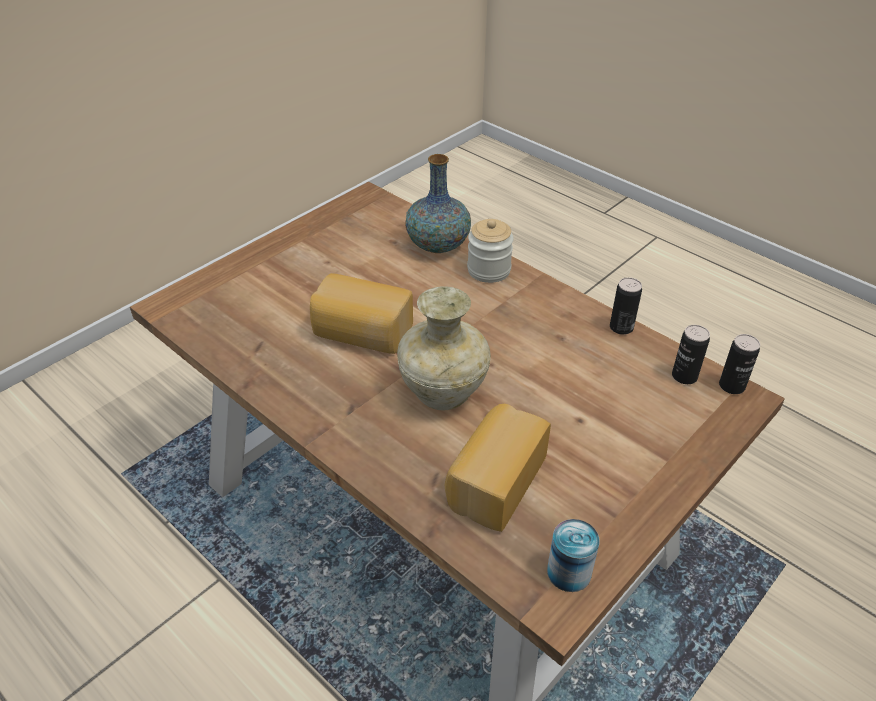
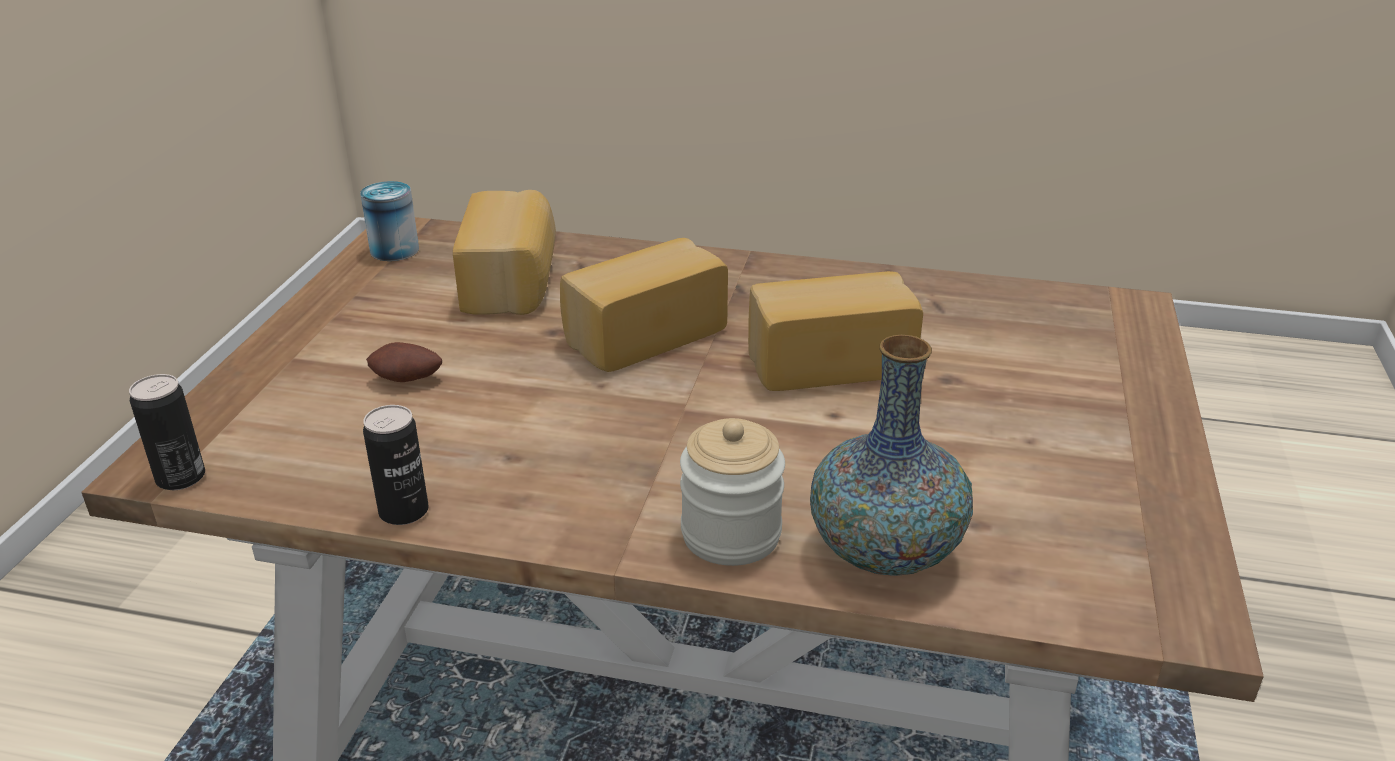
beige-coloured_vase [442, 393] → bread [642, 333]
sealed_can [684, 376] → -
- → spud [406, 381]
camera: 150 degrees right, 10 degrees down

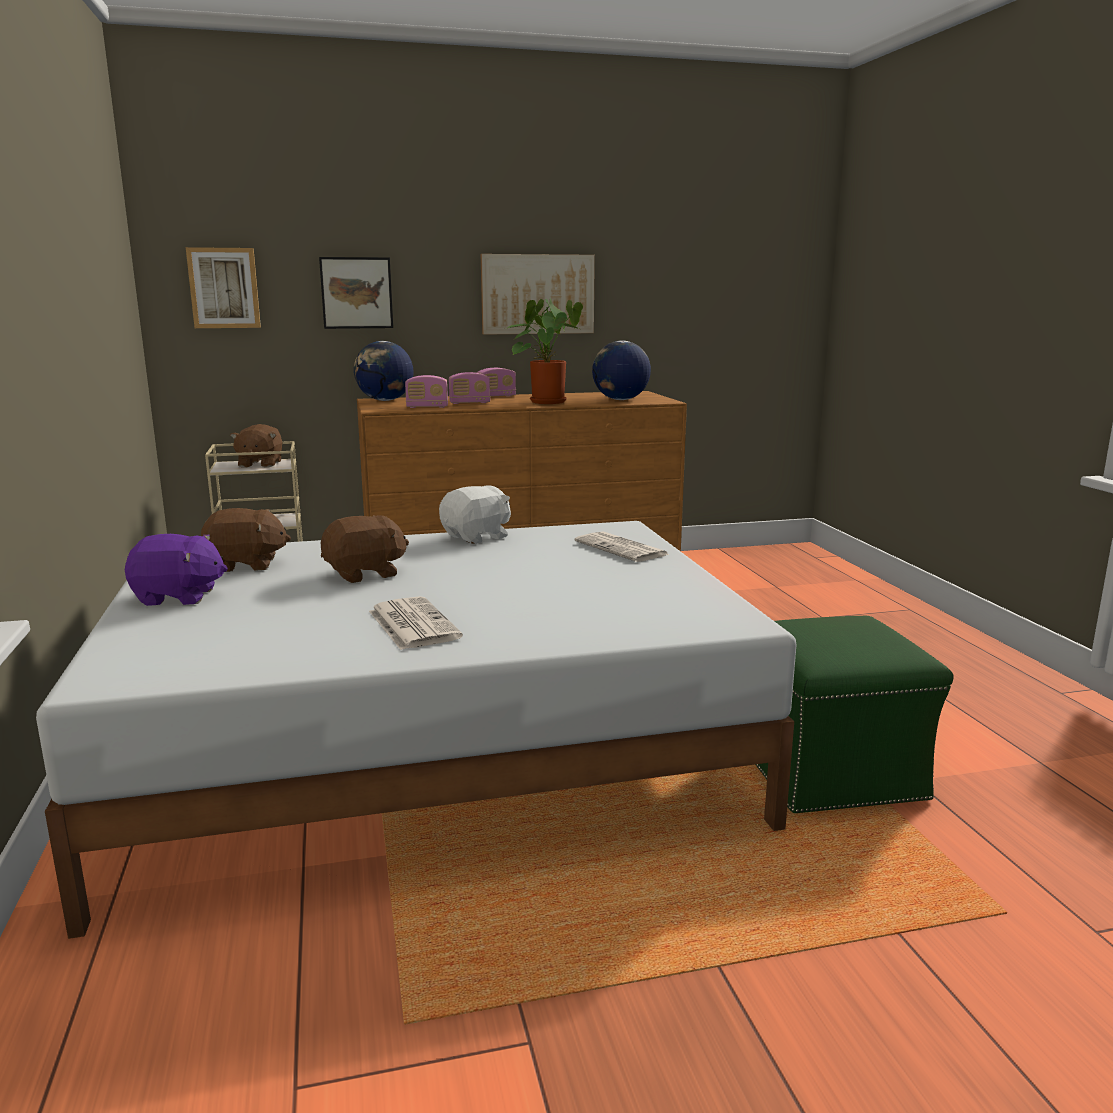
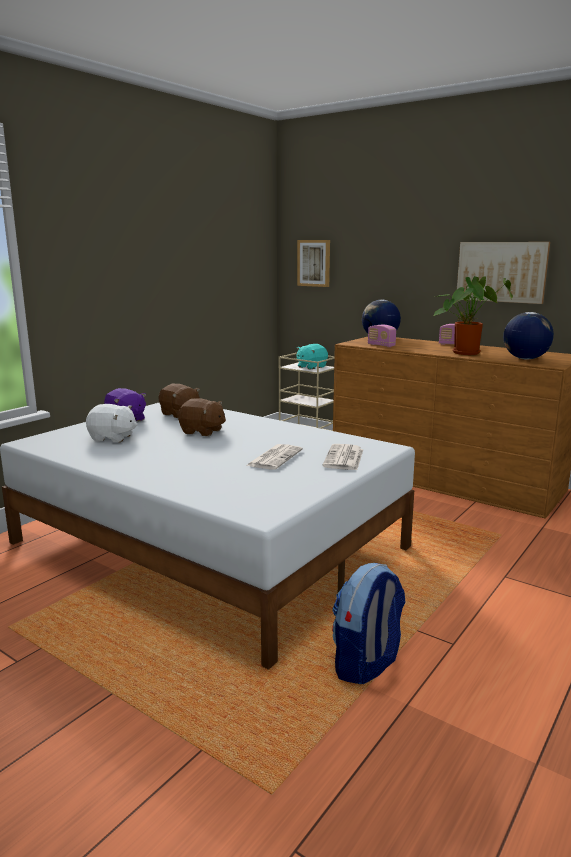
brownish_soft_toy [259, 464] → blue-green_soft_toy [311, 367]
picture [356, 293] → -
newspaper [412, 624] → newspaper [275, 457], moved
white_soft_toy [477, 537] → white_soft_toy [112, 438], moved
radio_receiver [469, 403] → -
greenish_footrest [830, 771] → backpack [366, 664]
camera: 50 degrees right, 0 degrees up

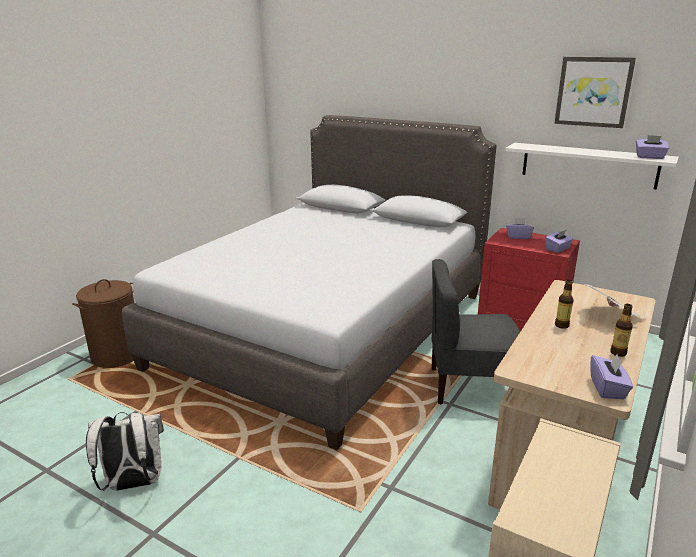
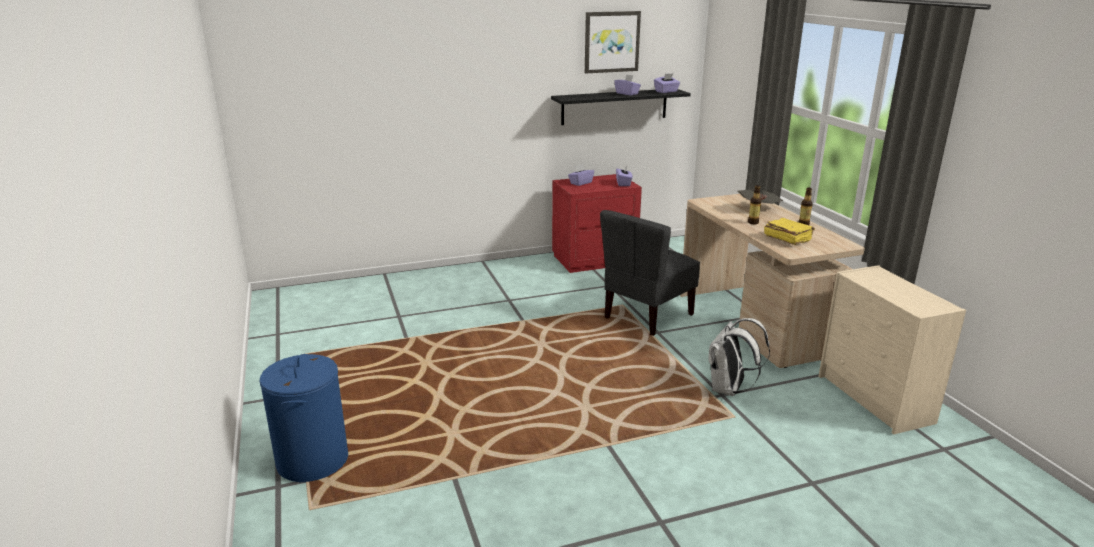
brownish_washing_basket [117, 355] → bluish_washing_basket [312, 460]
white_backpack [133, 484] → white_backpack [729, 389], moved
greyish_bed [326, 328] → -
white_shelf [588, 165] → blackish_shelf [614, 106]
purple-coloured_tissue_holder [607, 388] → purple-coloured_tissue_holder [627, 93], moved
- → yellow_book [787, 238]
camera: 50 degrees left, 0 degrees up

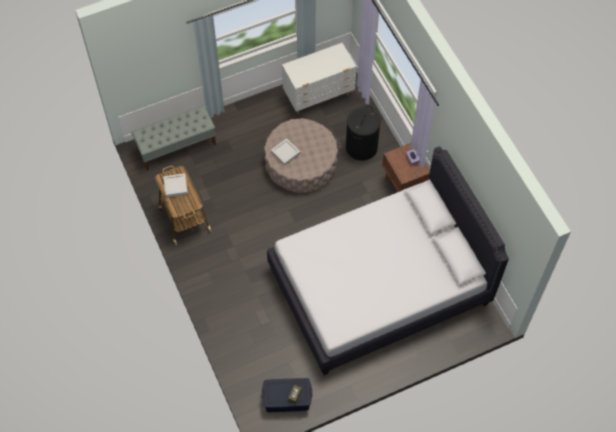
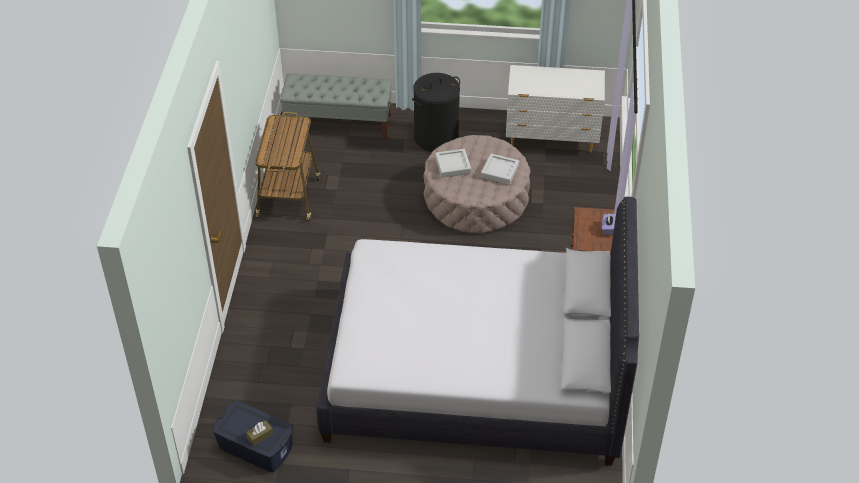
greyish_tray [175, 186] → greyish_tray [499, 171], moved
blackish_washing_basket [361, 147] → blackish_washing_basket [436, 137], moved
camera: 30 degrees right, 15 degrees down

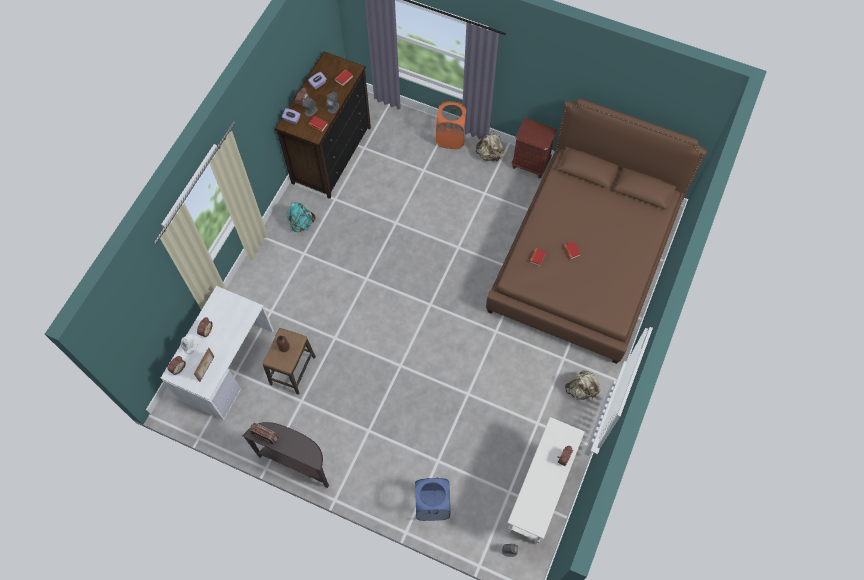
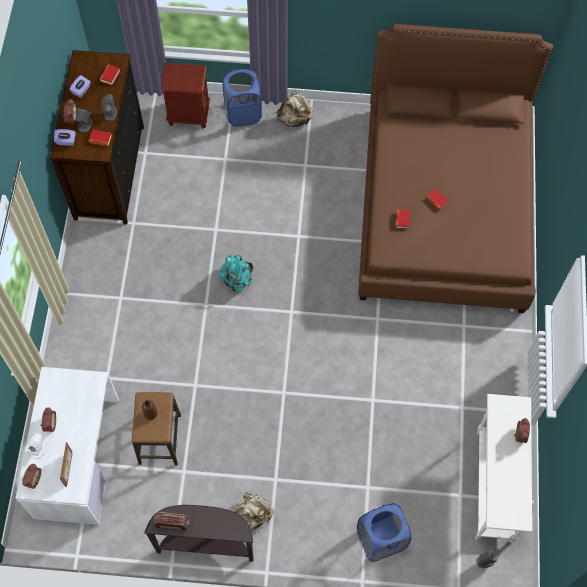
blue-green_backpack [301, 224] → blue-green_backpack [236, 280], moved
orange_washing_basket [451, 138] → bluish_washing_basket [243, 113]
brownish_night_table [530, 164] → brownish_night_table [188, 115], moved
beige-coloured_backpack [581, 390] → beige-coloured_backpack [252, 515], moved
camera: 20 degrees left, 0 degrees up

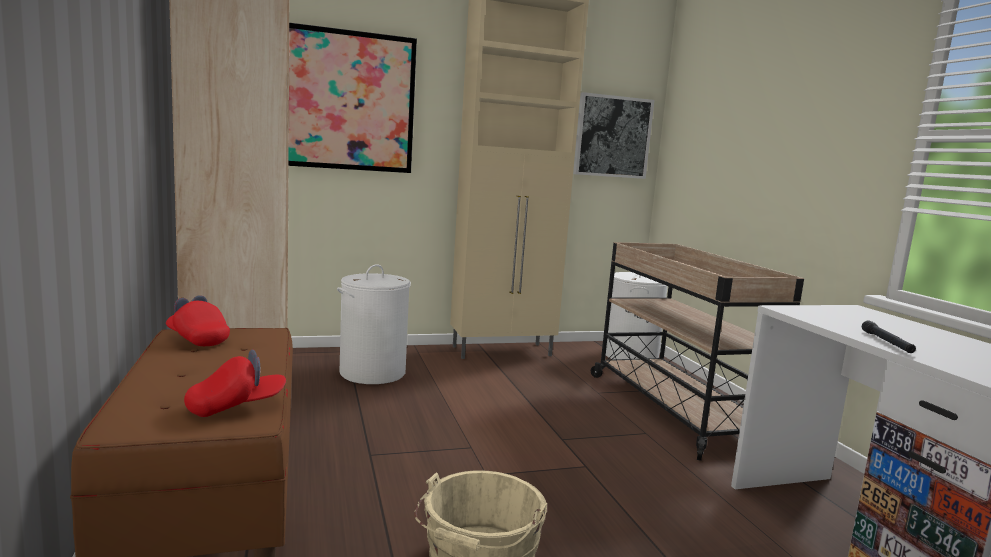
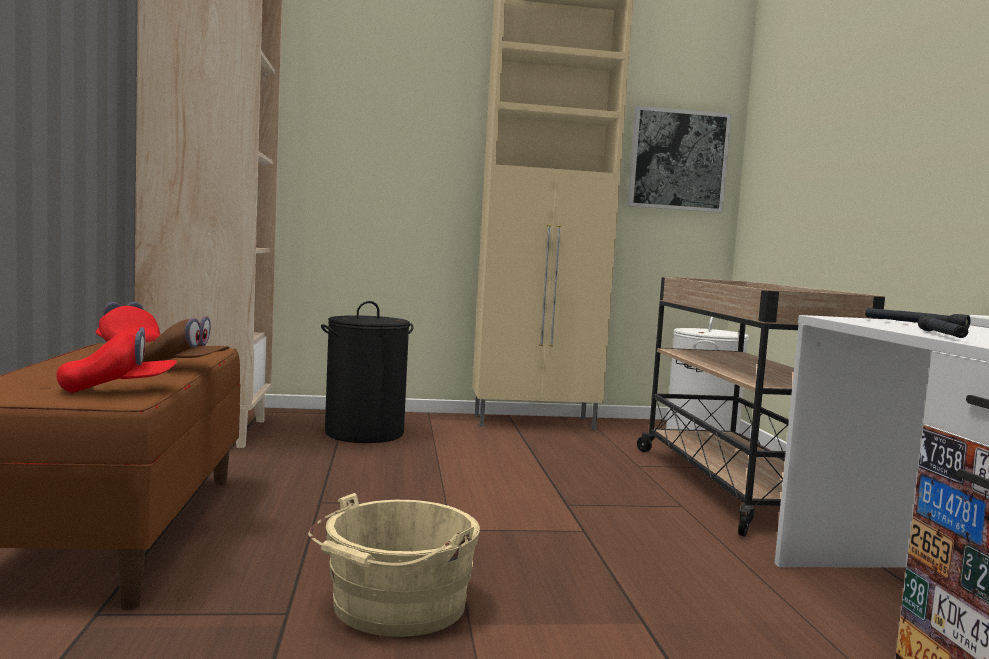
picture [346, 101] → -
white_washing_basket [373, 372] → blackish_washing_basket [365, 433]
- → brownish_cap [183, 367]
- → blackish_torch [913, 324]
camera: 10 degrees right, 5 degrees down

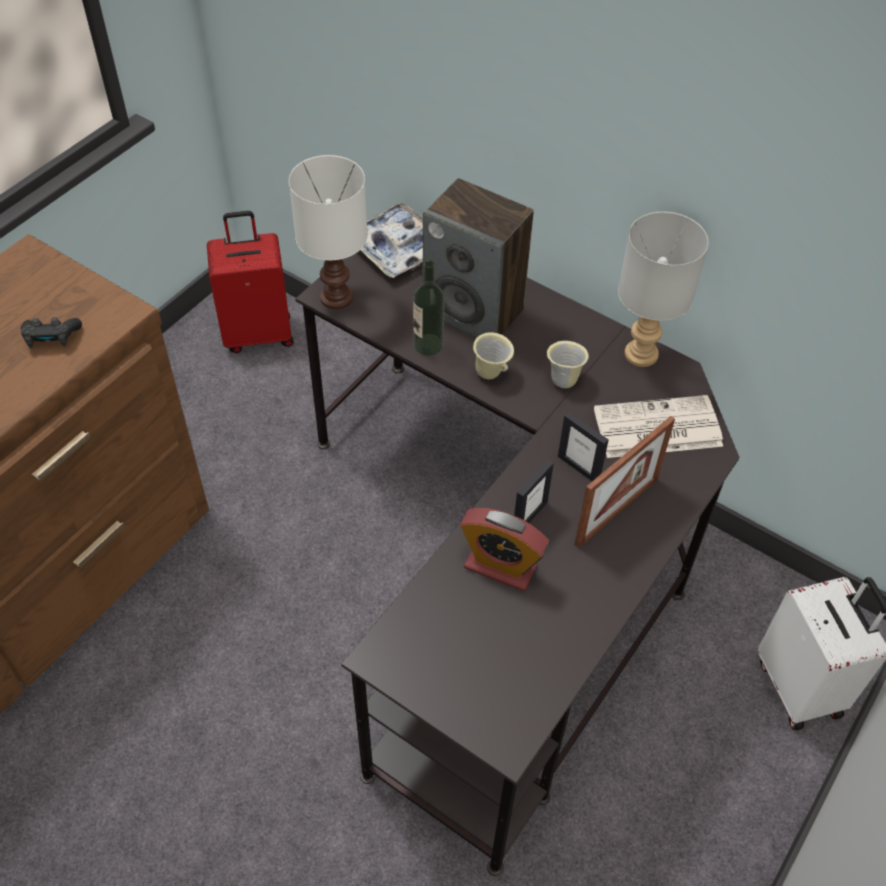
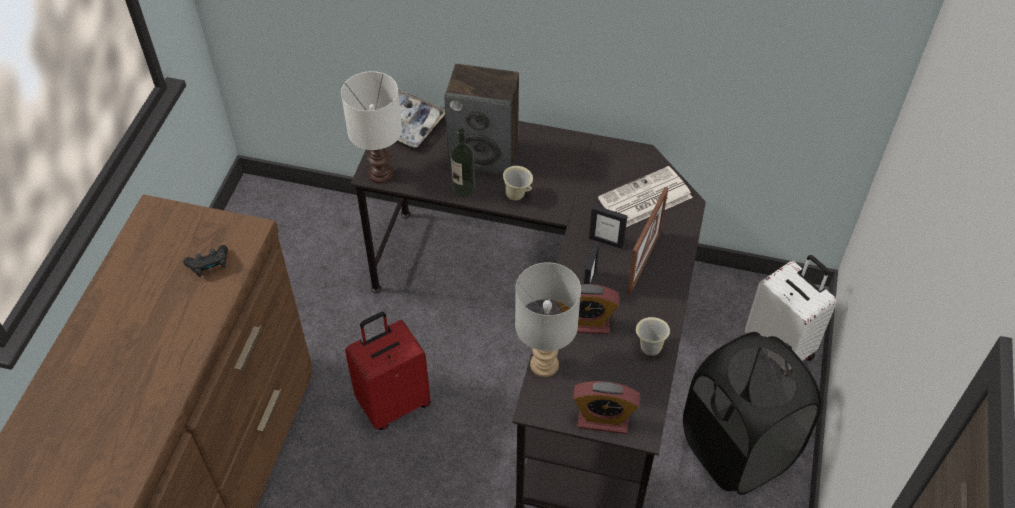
red-coloured_suitcase [258, 333] → red-coloured_suitcase [393, 403], moved
beige-coloured_coffee_mug [563, 379] → beige-coloured_coffee_mug [649, 347], moved
greyish_tabletop_lamp [642, 354] → greyish_tabletop_lamp [545, 364], moved
- → table_clock [603, 419]
- → blackish_washing_basket [737, 449]
camera: 20 degrees left, 0 degrees up

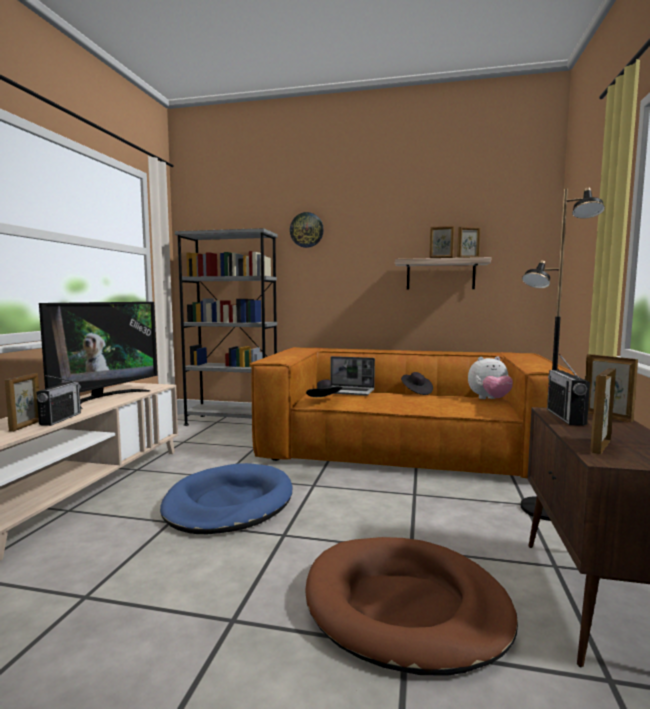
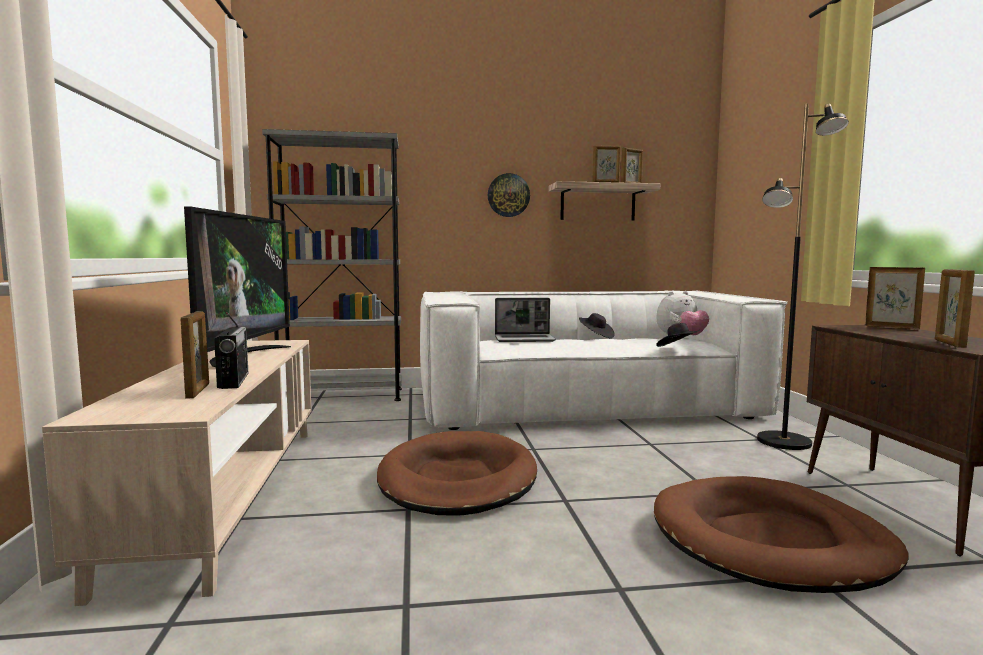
bluish_dog_bed [229, 503] → brownish_dog_bed [457, 480]
brownish_couch [403, 448] → white_couch [584, 404]
wall_clock [306, 230] → wall_clock [508, 195], moved
blackish_wearable_hat [324, 400] → blackish_wearable_hat [677, 348], moved
radio_receiver [565, 417] → -
camera: 20 degrees left, 0 degrees up

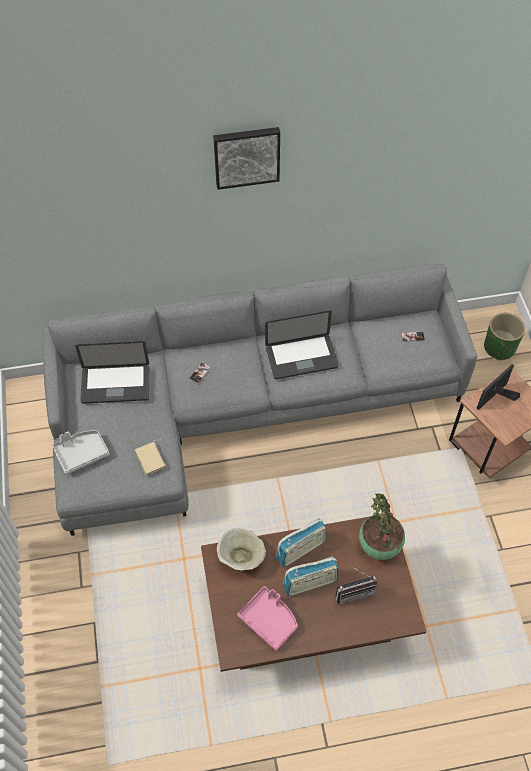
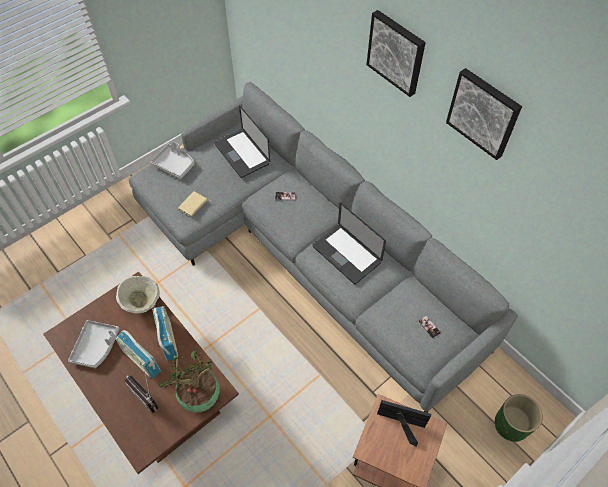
pinkish_tray [269, 620] → greyish_tray [96, 347]
radio_receiver [301, 549] → radio_receiver [168, 339], 135 degrees counterclockwise
- → picture [484, 113]
camera: 60 degrees right, 0 degrees up

